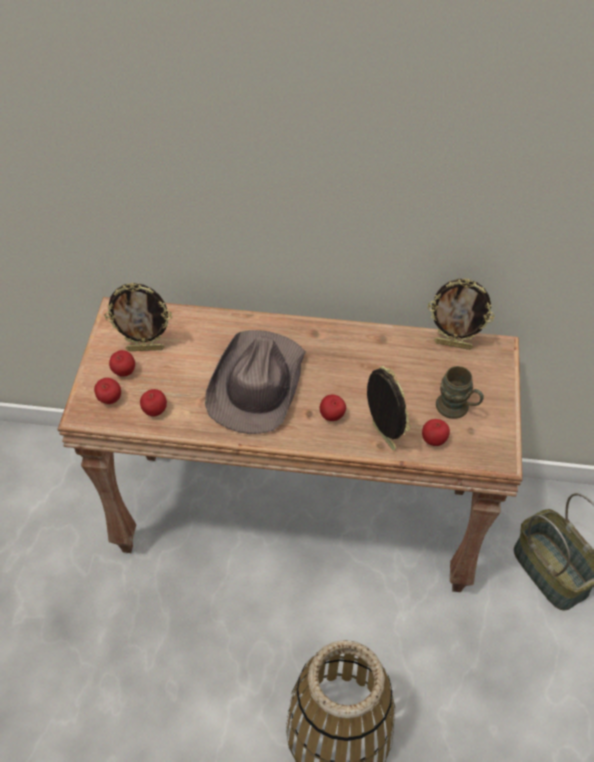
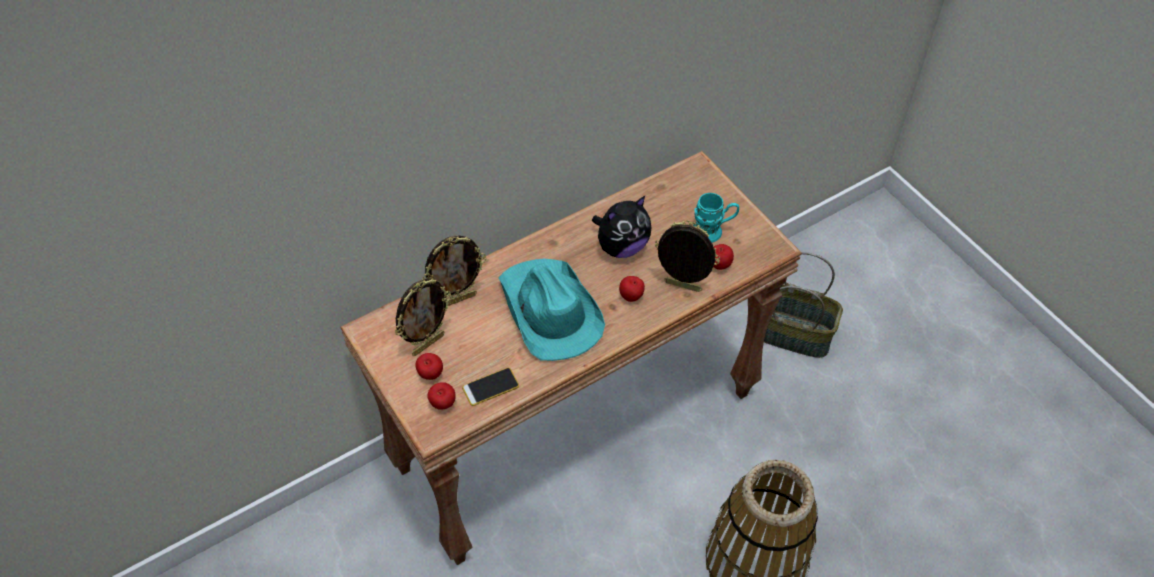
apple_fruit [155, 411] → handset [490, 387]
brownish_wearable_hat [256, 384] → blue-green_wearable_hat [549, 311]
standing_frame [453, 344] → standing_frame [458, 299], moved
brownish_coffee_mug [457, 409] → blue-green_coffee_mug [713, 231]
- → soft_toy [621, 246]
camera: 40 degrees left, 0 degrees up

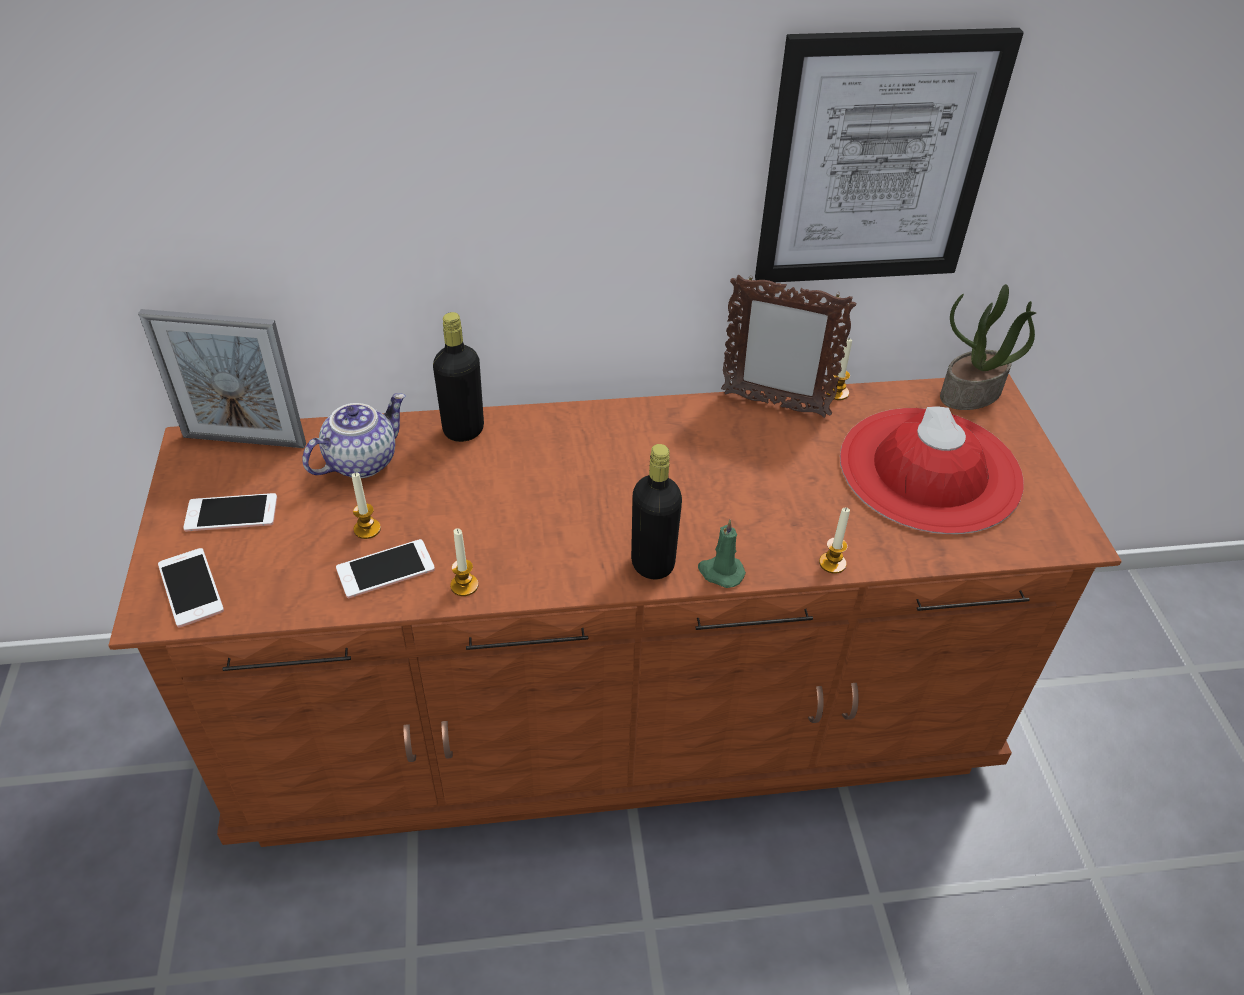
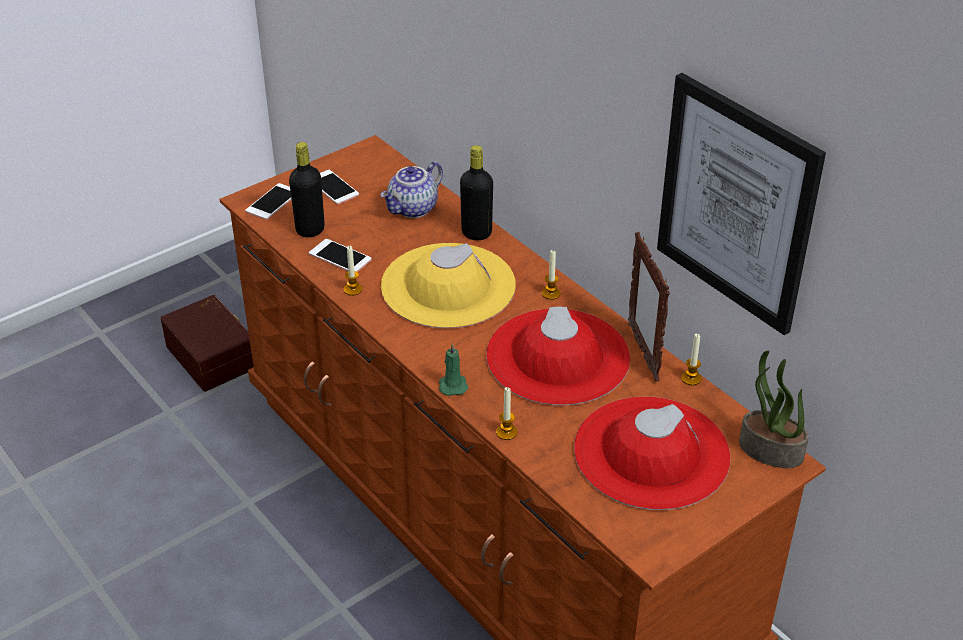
standing_frame [244, 440] → -
tea_pot [361, 460] → tea_pot [413, 209], 120 degrees clockwise
wax_candle [367, 529] → wax_candle [551, 293], moved
blackish_bottle [652, 564] → blackish_bottle [310, 230], moved
- → brownish_storage_box [214, 355]
- → yellow_wearable_hat [448, 286]
- → red-coloured_wearable_hat [557, 357]
camera: 60 degrees right, 5 degrees down

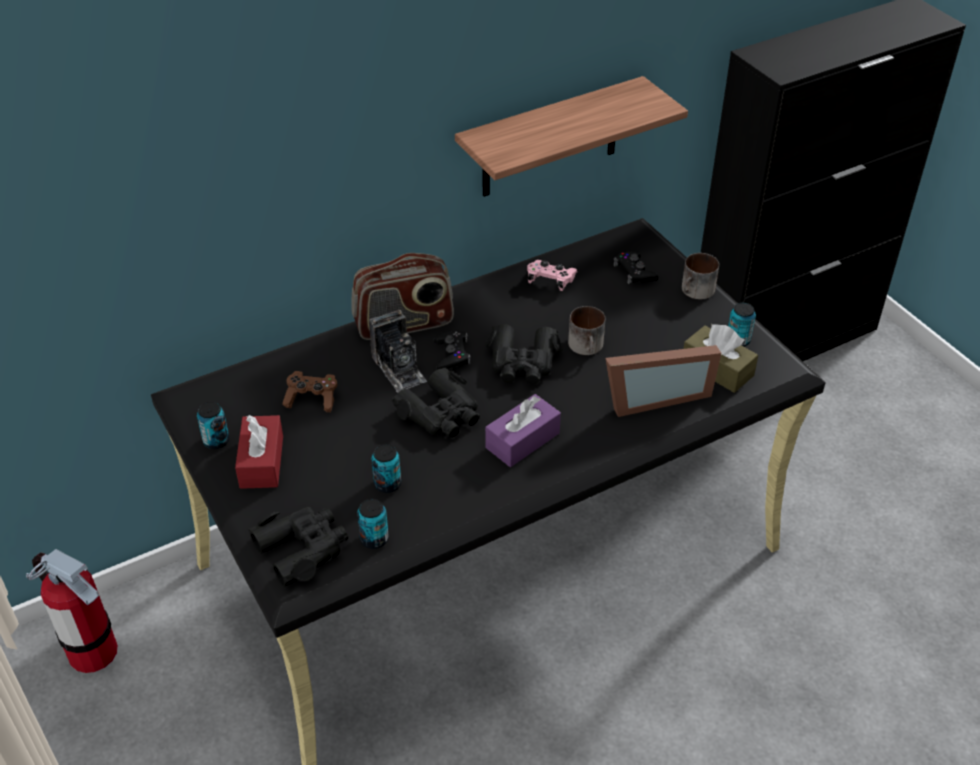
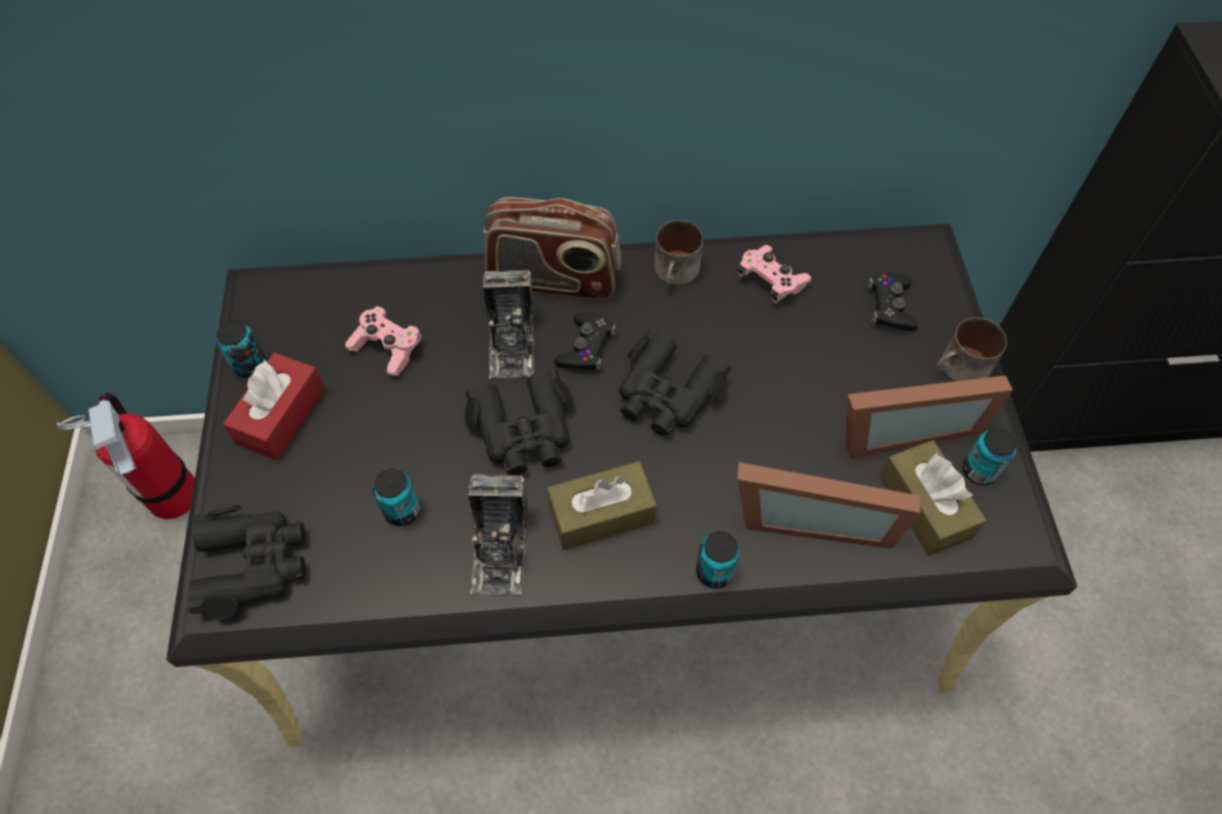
brownish_joypad [312, 399] → pinkish_joypad [387, 348]
sealed_can [374, 539] → sealed_can [714, 571], moved
shelf [550, 139] → -
purple-coloured_tissue_holder [522, 440] → brownish_tissue_holder [601, 514]
coffee_mug [588, 347] → coffee_mug [677, 273], moved
- → photo_camera [500, 549]
- → standing_frame [900, 427]
camera: 25 degrees right, 15 degrees up

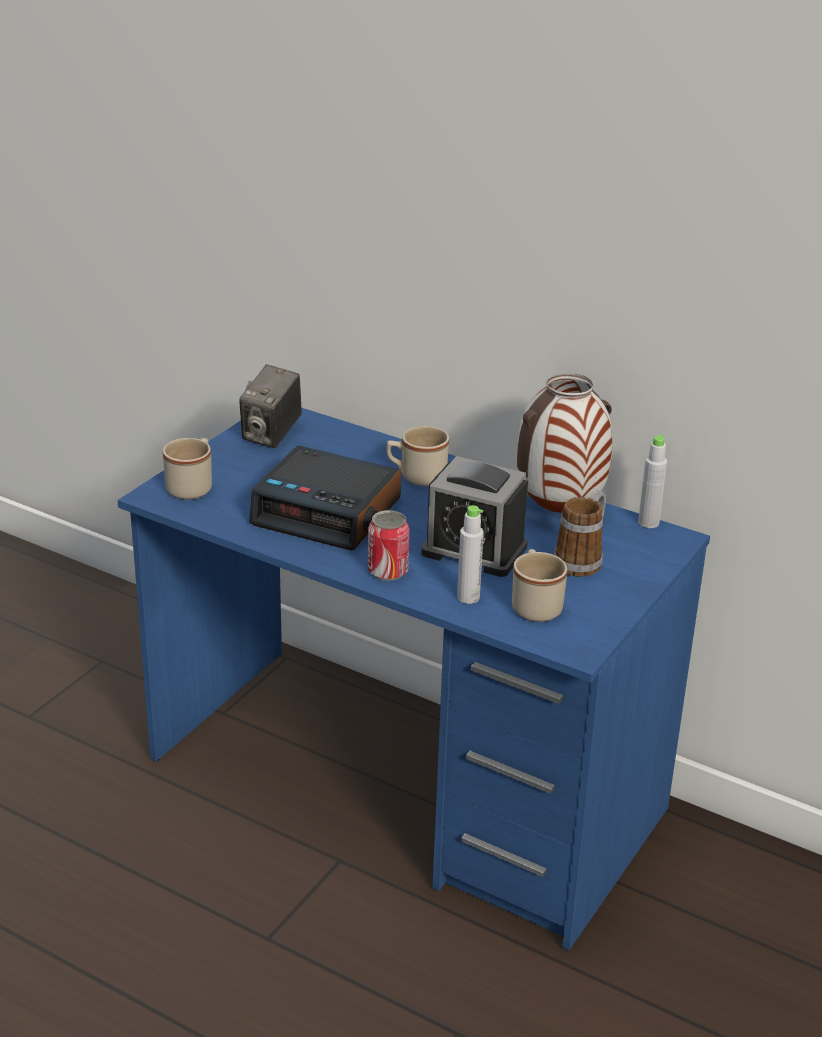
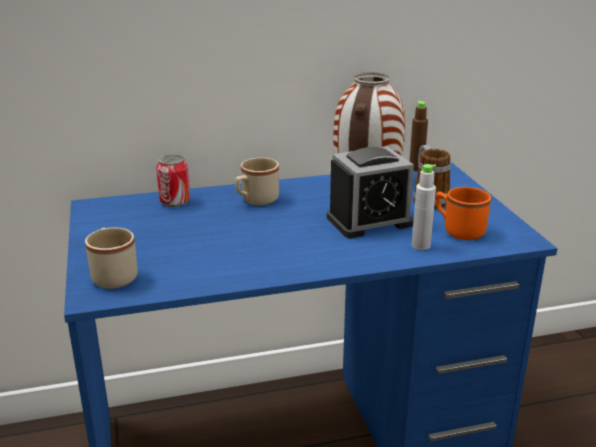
photo_camera [271, 435] → -
table_clock [328, 512] → -
sealed_can [387, 571] → sealed_can [175, 201], moved
beige-coloured_coffee_mug [535, 605] → orange_coffee_mug [458, 230]
greyish_bottle [648, 523] → brownish_bottle [416, 168]
camera: 45 degrees left, 5 degrees down

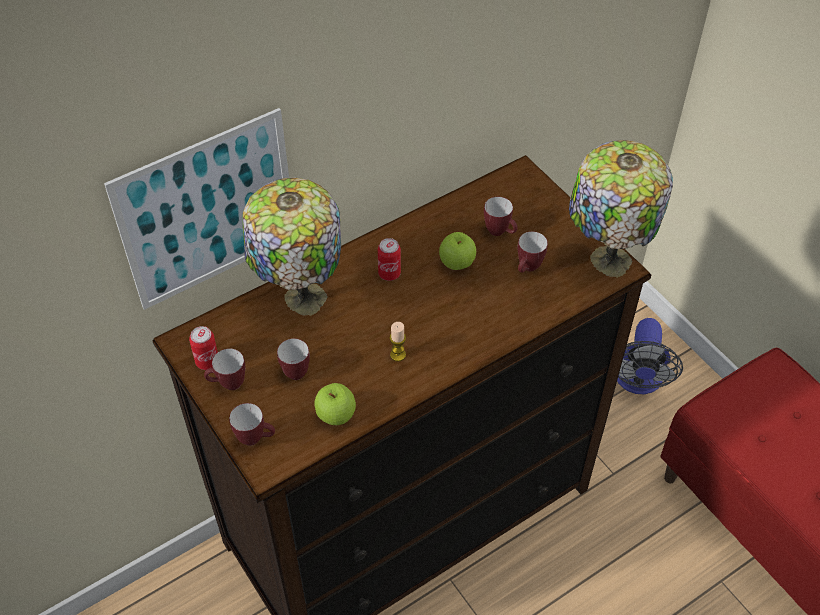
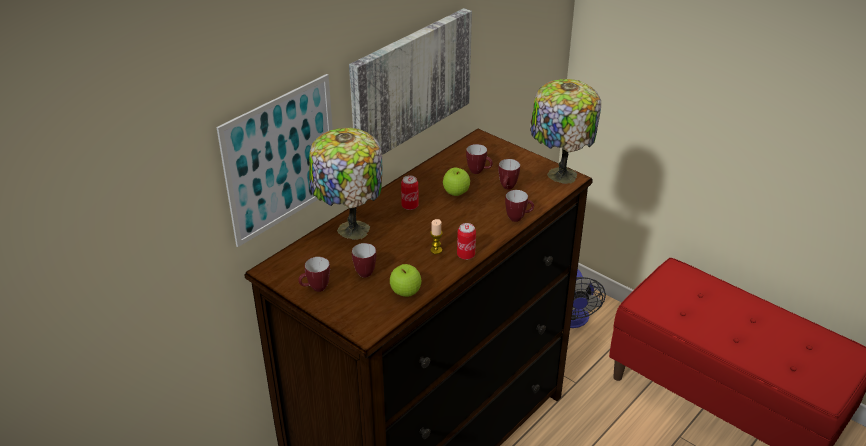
sealed_can [207, 361] → sealed_can [466, 255], moved
coffee_mug [255, 438] → coffee_mug [518, 218], moved
- → picture [410, 83]
camera: 15 degrees left, 15 degrees down

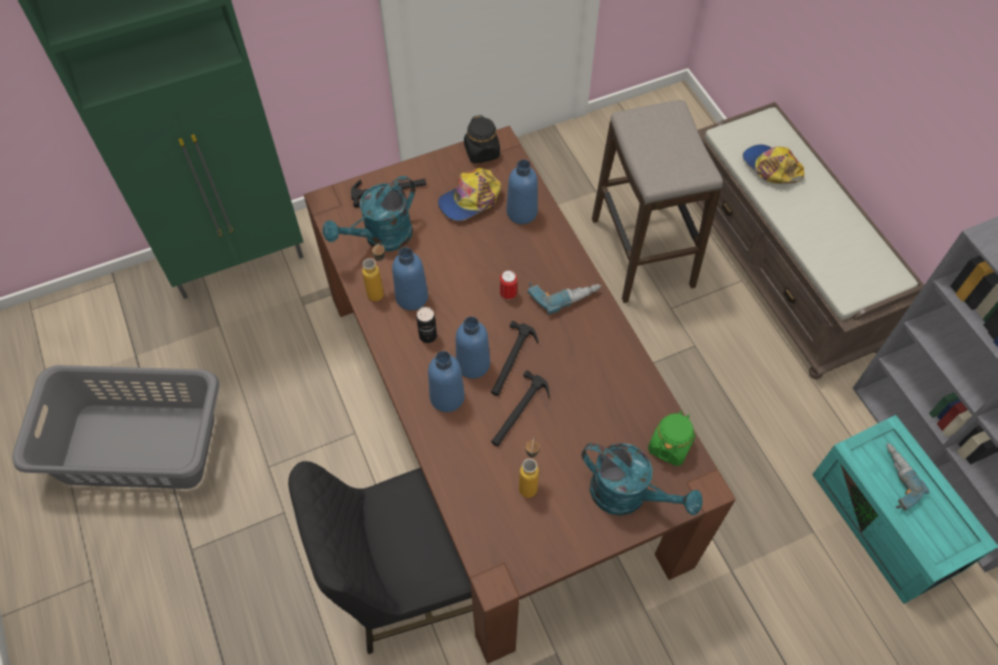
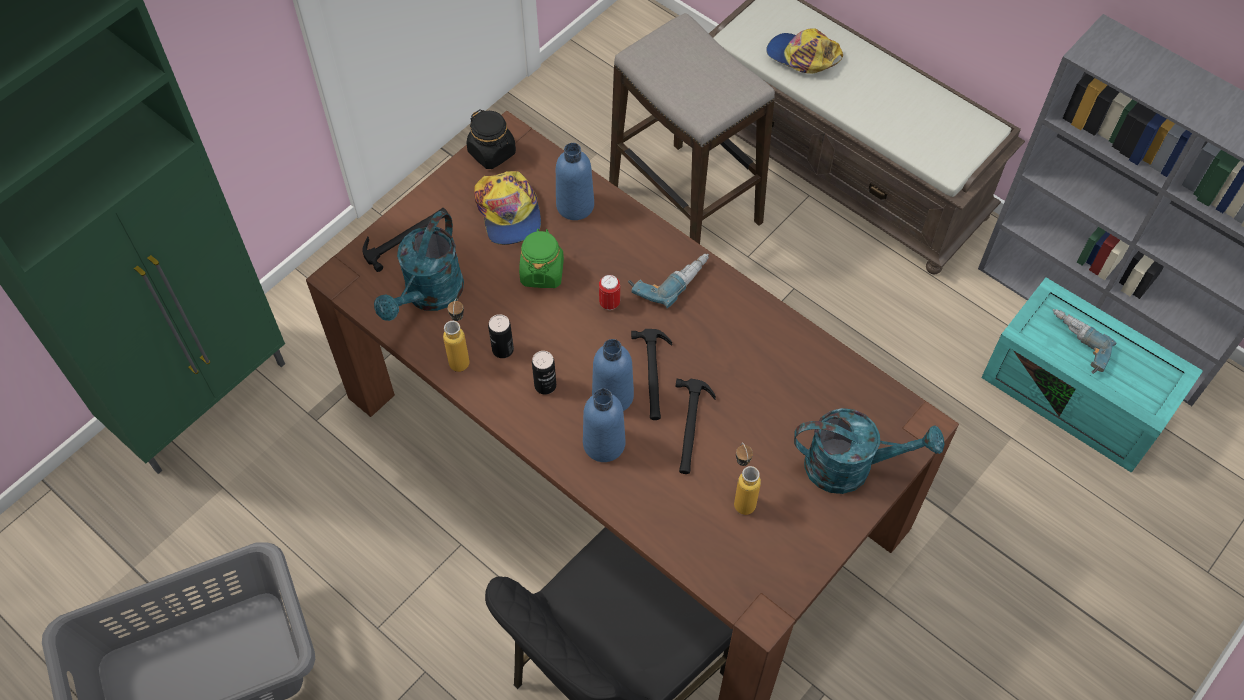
bluish_bottle [412, 297] → sealed_can [503, 349]
cap [470, 199] → cap [508, 212], 45 degrees counterclockwise
greenish_jar [670, 446] → greenish_jar [542, 272], moved
camera: 25 degrees left, 0 degrees up

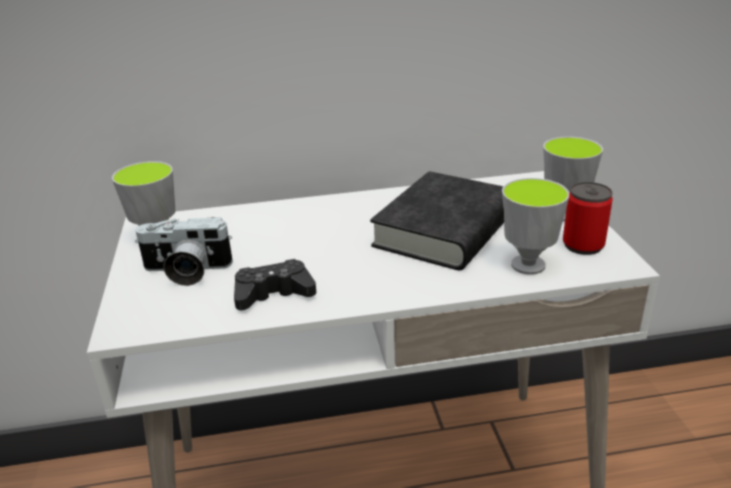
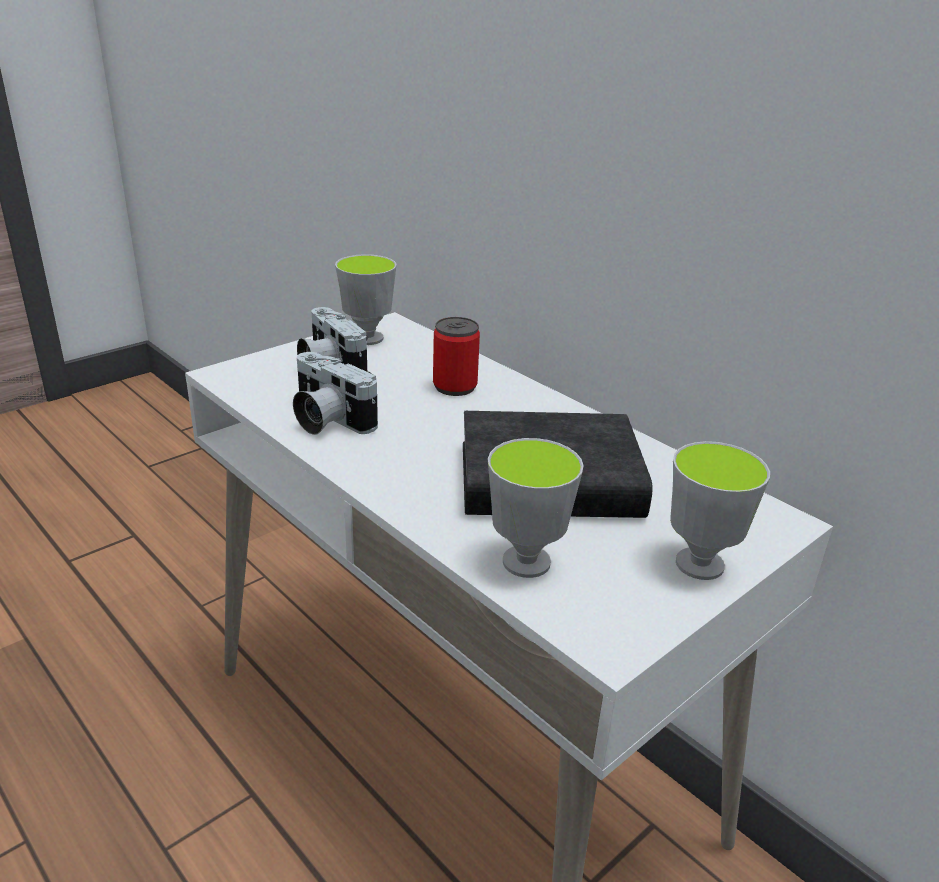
blackish_joypad [273, 293] → photo_camera [326, 420]
sealed_can [583, 245] → sealed_can [455, 387], moved
camera: 55 degrees right, 0 degrees up

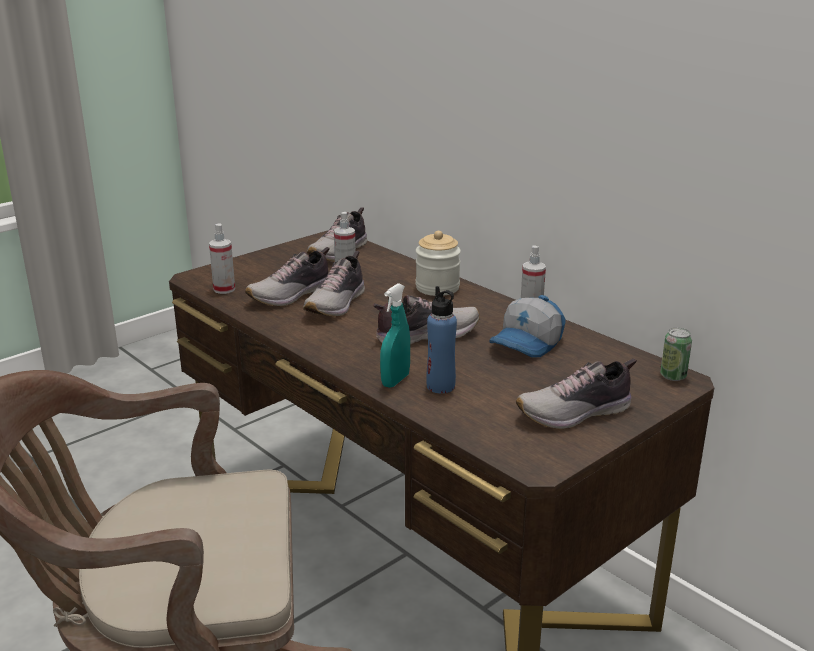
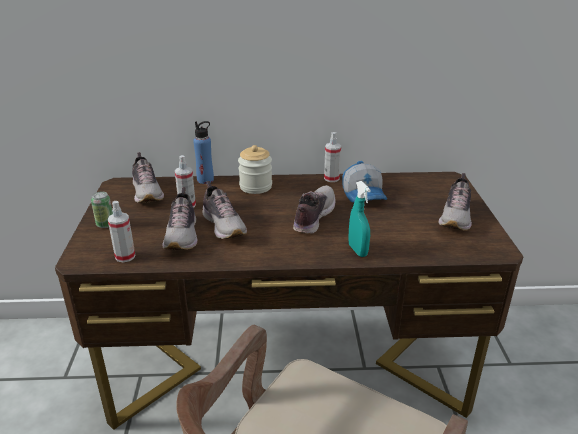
bluish_bottle [440, 386] → bluish_bottle [205, 180], moved
sealed_can [673, 376] → sealed_can [105, 224], moved
camera: 50 degrees left, 5 degrees up

